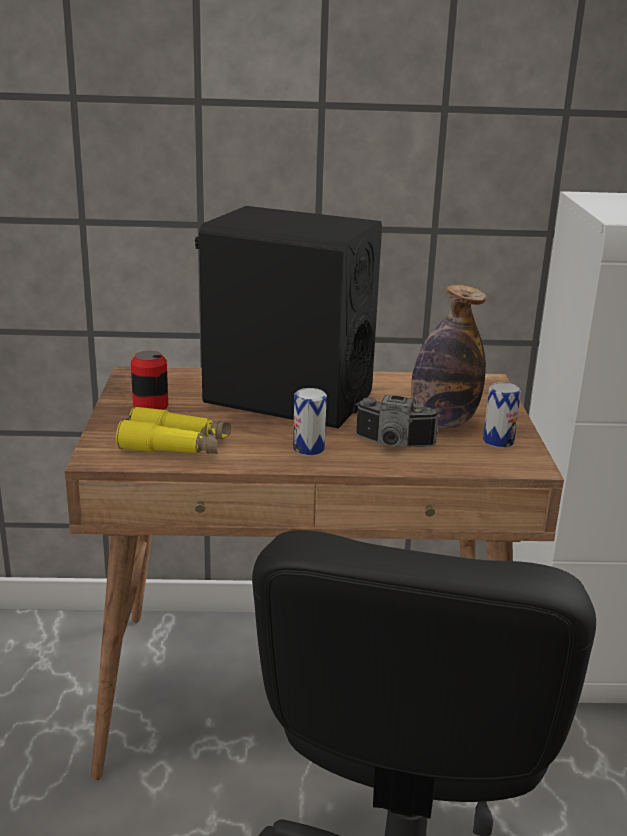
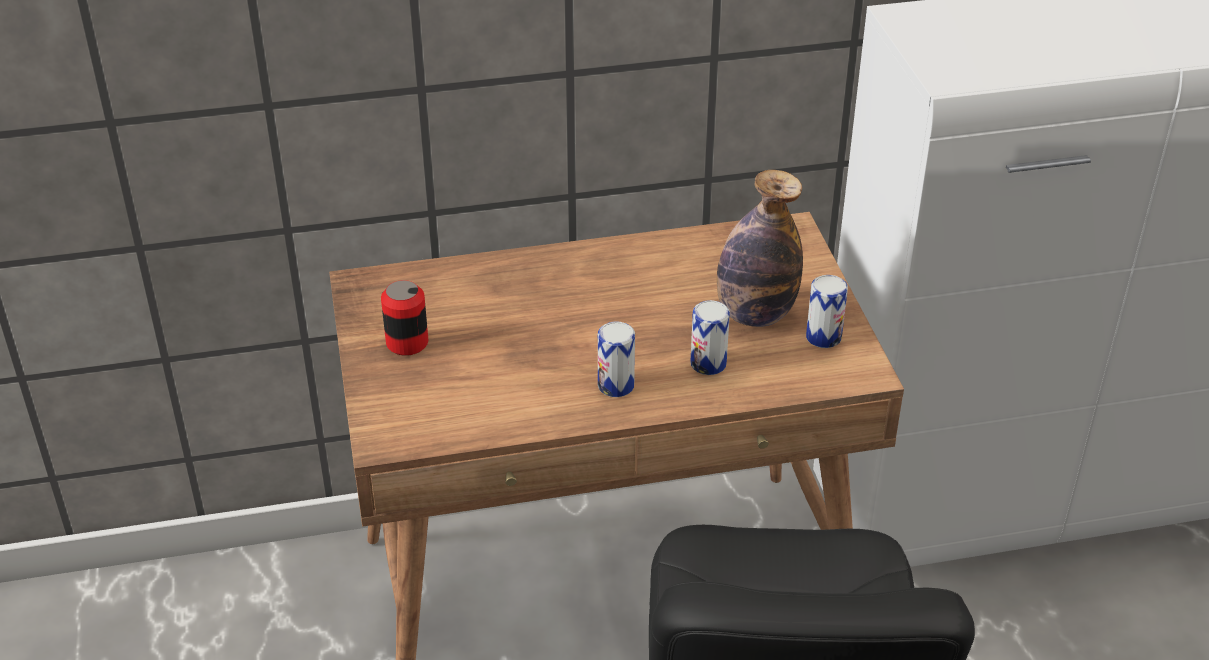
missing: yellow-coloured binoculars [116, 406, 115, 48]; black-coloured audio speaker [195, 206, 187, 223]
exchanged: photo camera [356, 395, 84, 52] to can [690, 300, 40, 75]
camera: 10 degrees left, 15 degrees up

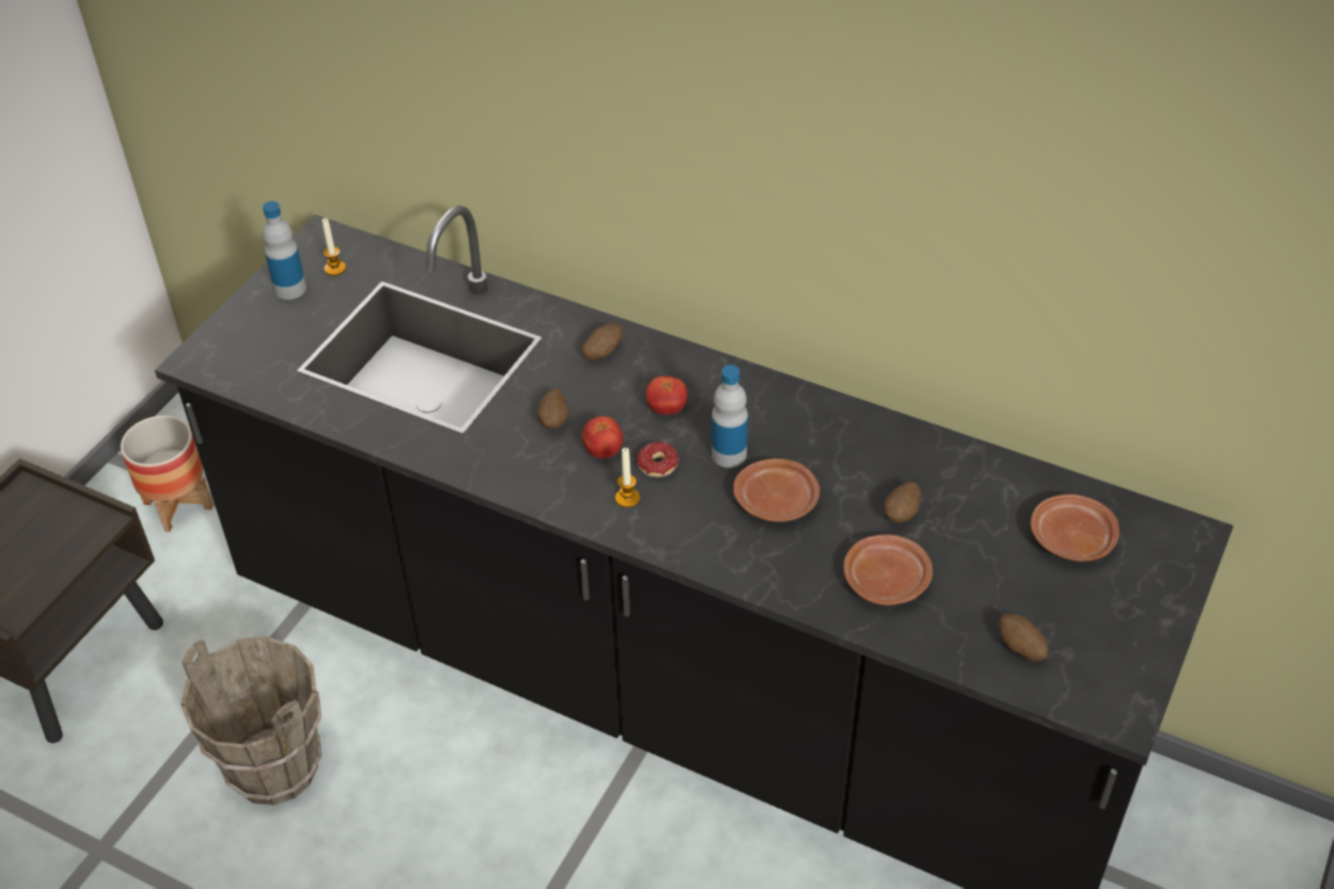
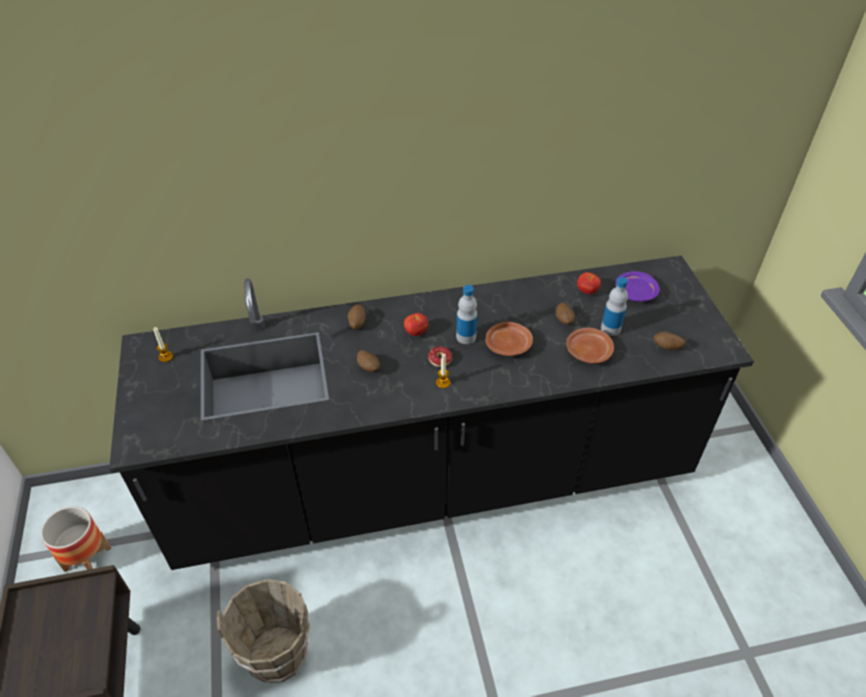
relocated: beverage bottle [262, 201, 44, 99] to [601, 277, 27, 59]; whole tomato [582, 416, 41, 43] to [577, 272, 24, 22]
colour: brown-coloured flat dish [1030, 494, 89, 68] to purplish flat dish [615, 271, 45, 31]
camera: 40 degrees left, 0 degrees up

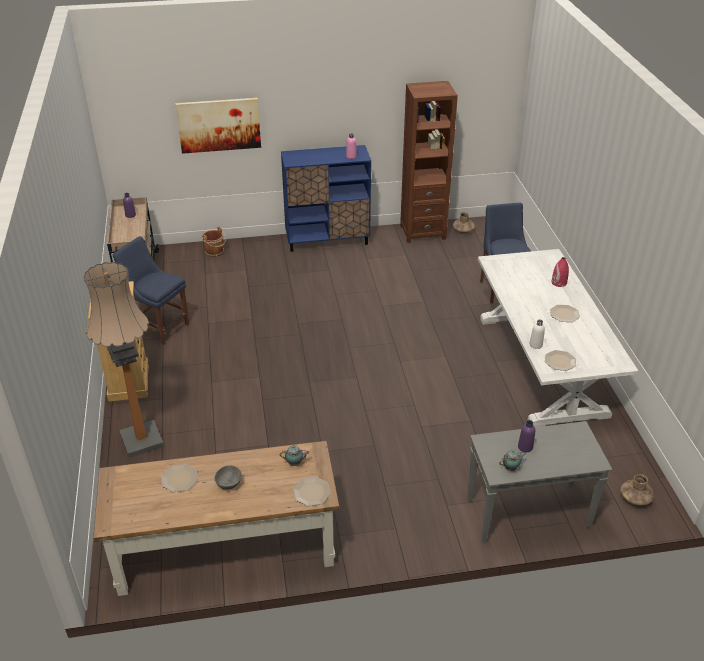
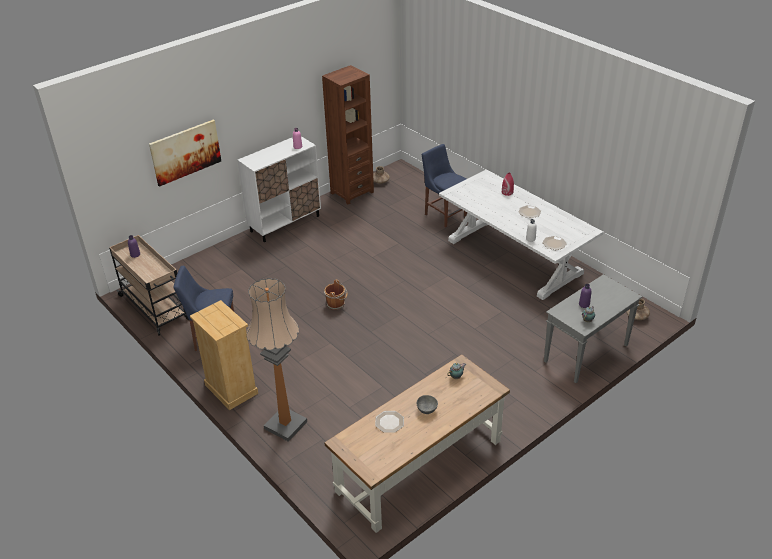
missing: flat dish [293, 477, 38, 29]
relocated: brown-coloured bucket [202, 227, 24, 30] to [324, 280, 24, 30]
colour: blue-coloured cupboard [281, 145, 90, 107] to white cupboard [237, 136, 84, 106]
camera: 30 degrees left, 0 degrees up

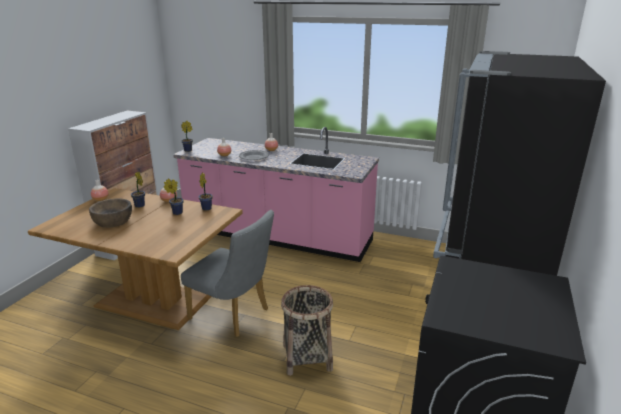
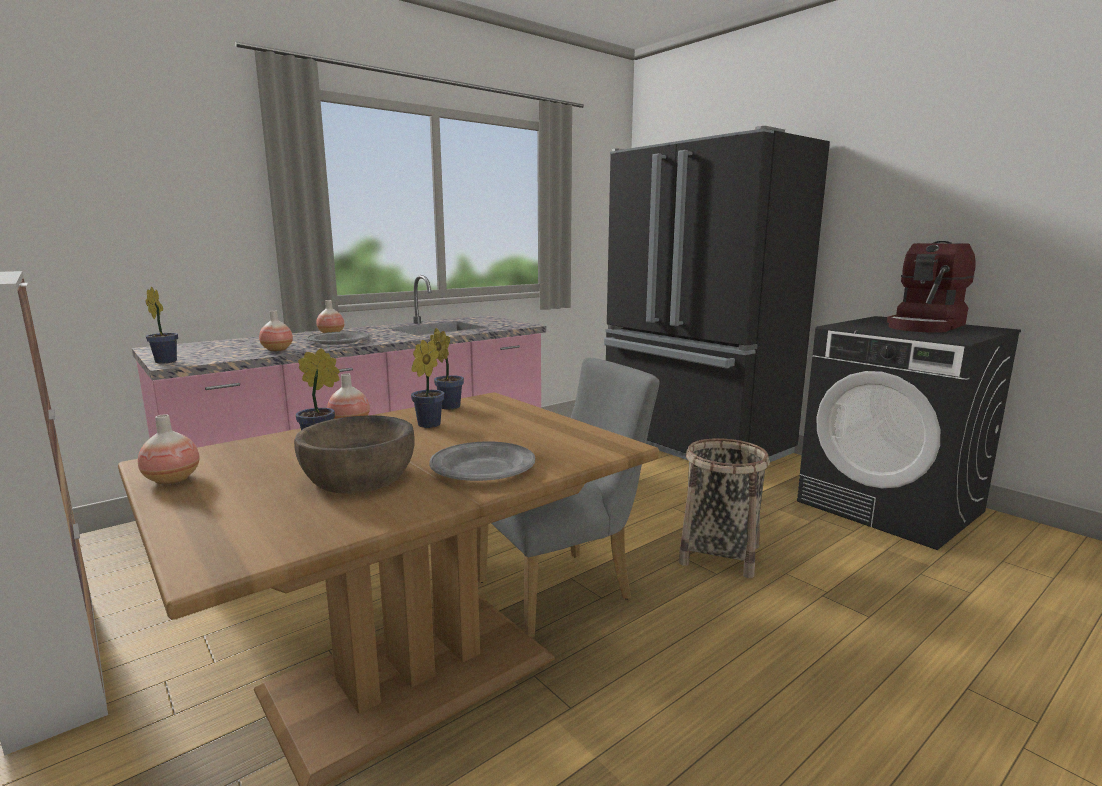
appeared: gray flat dish [429, 441, 106, 40]; coffee machine [887, 241, 89, 92]
camera: 60 degrees left, 10 degrees down

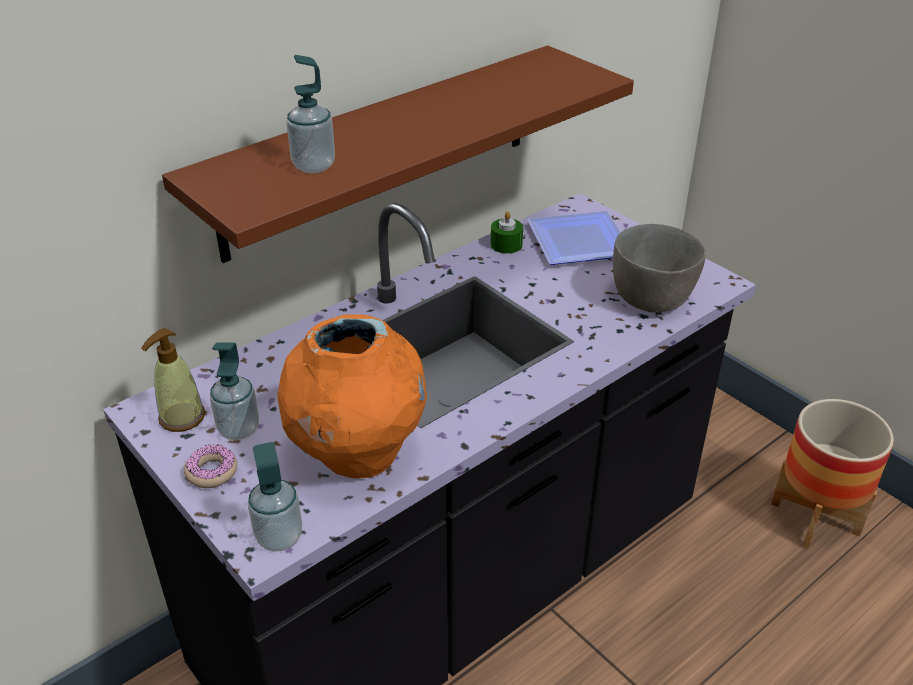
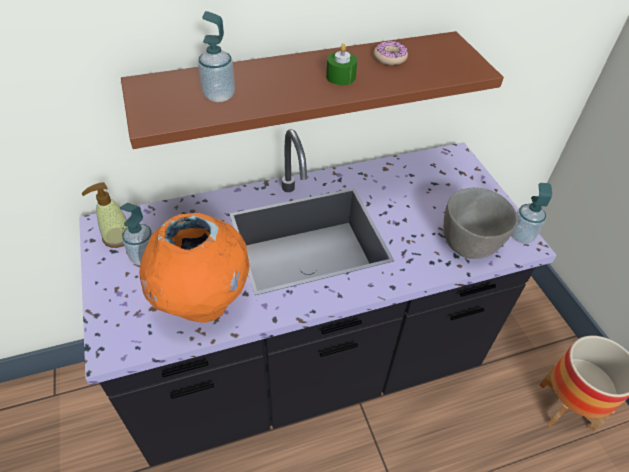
missing: flat dish [528, 211, 93, 54]
relocated: ring doughnut [184, 444, 53, 44] to [374, 41, 34, 24]; soap bottle [248, 442, 54, 110] to [511, 183, 41, 61]; green-coloured wax light [491, 211, 32, 43] to [326, 44, 31, 41]
camera: 20 degrees right, 10 degrees up

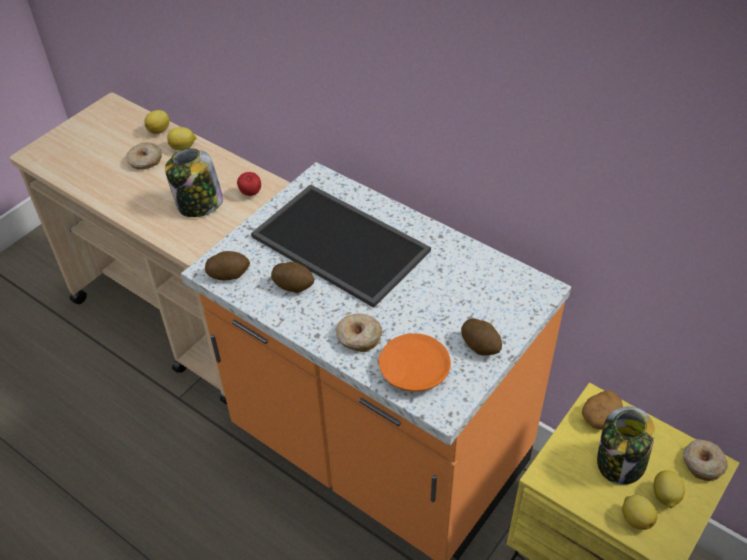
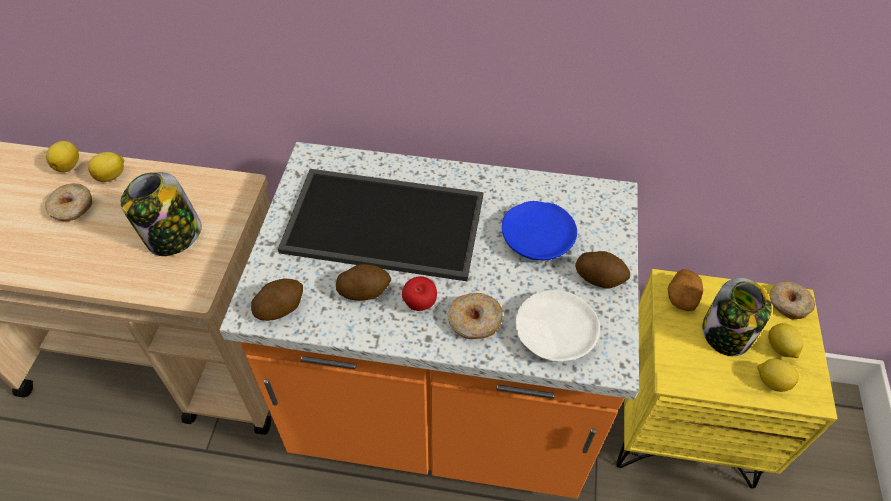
appeared: blue-coloured flat dish [502, 201, 75, 59]
relocated: apple [237, 172, 24, 24] to [402, 276, 35, 35]
colour: orange-coloured flat dish [379, 333, 72, 59] to white flat dish [516, 290, 84, 72]
camera: 30 degrees left, 5 degrees up

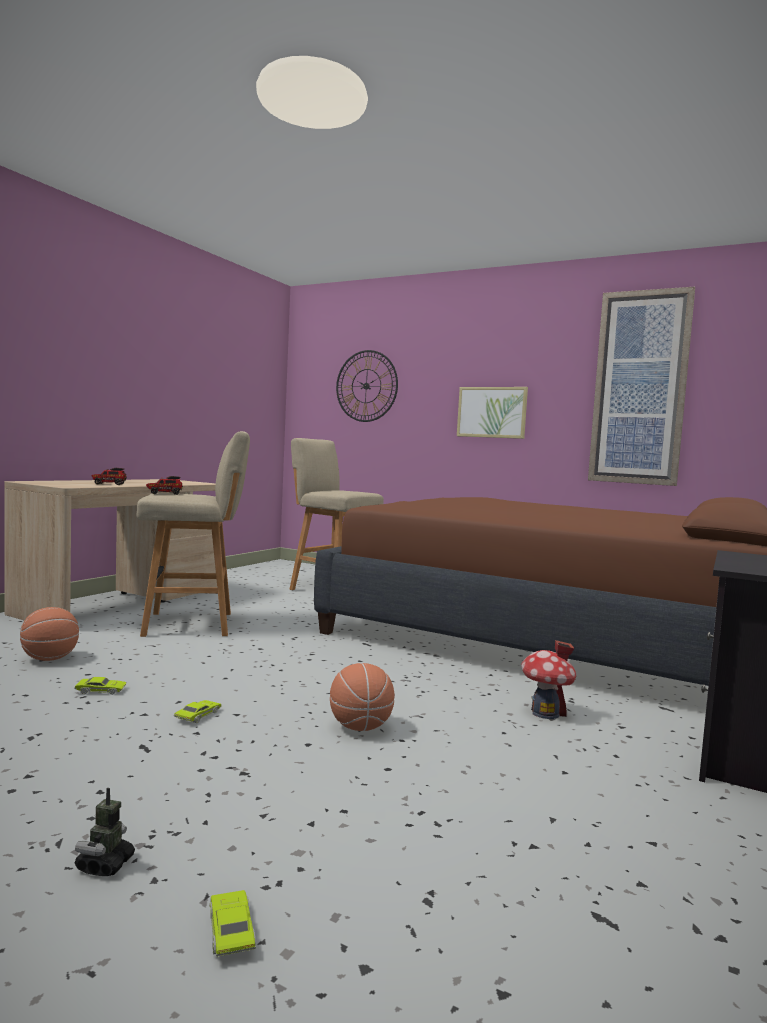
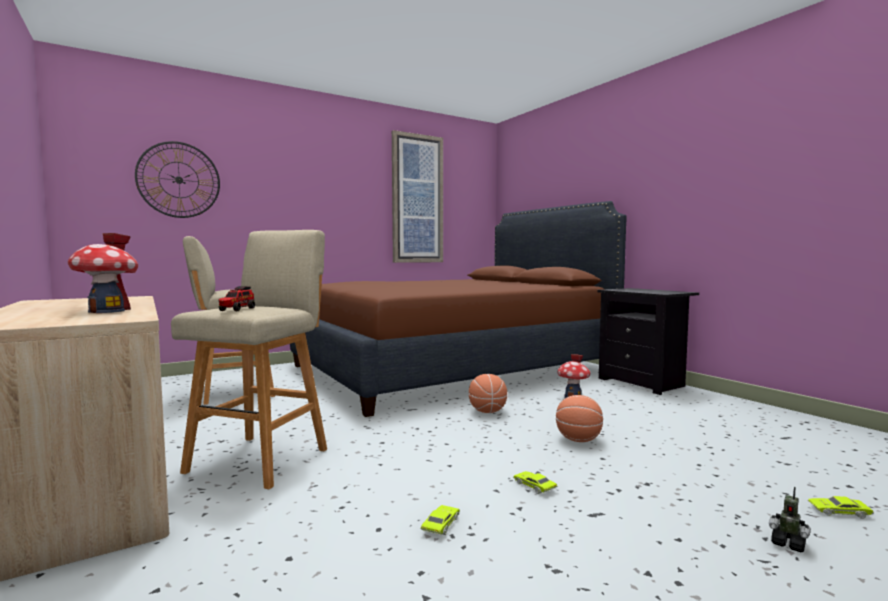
missing: picture [457, 387, 71, 52]
relocated: basketball ball [20, 607, 59, 54] to [469, 374, 38, 39]
exchanged: toy lorry [91, 468, 36, 17] to toy house [68, 233, 70, 80]
camera: 60 degrees left, 0 degrees up

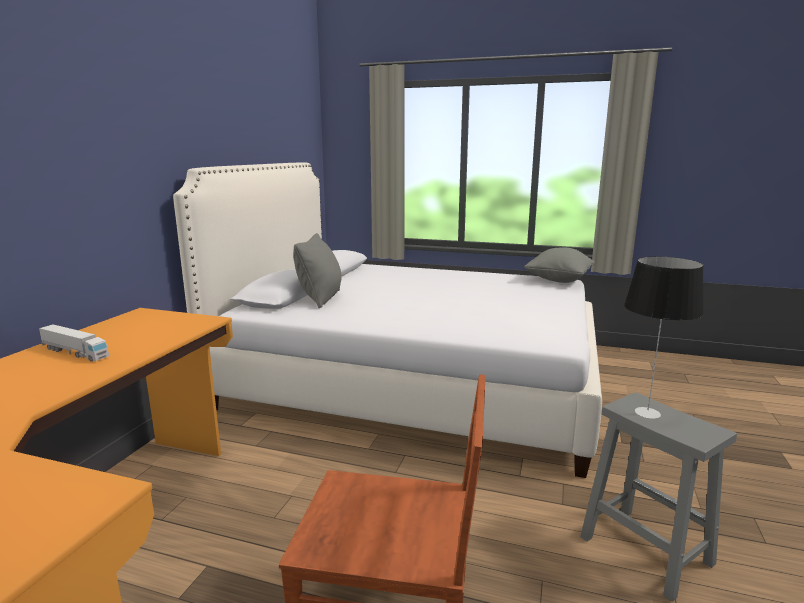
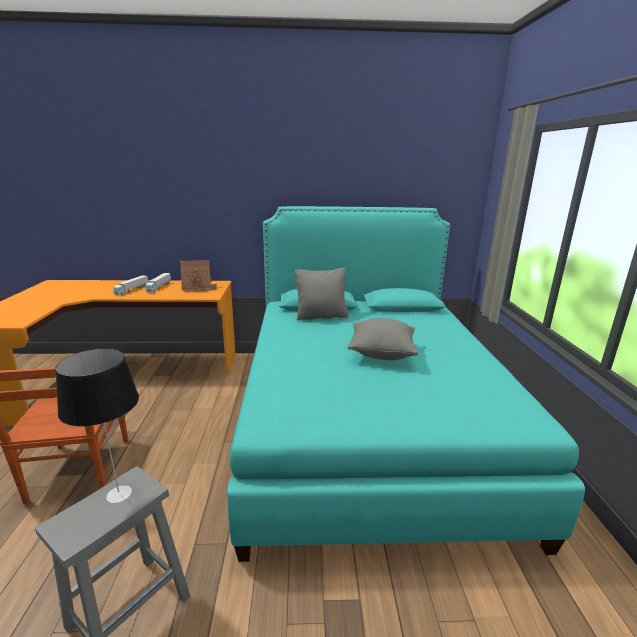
appeared: toy lorry [113, 275, 35, 21]; toy house [180, 260, 37, 32]
relocated: gray cushion [524, 247, 71, 36] to [348, 318, 70, 42]
colour: white sleeping bed [173, 162, 429, 316] to turquoise-coloured sleeping bed [227, 206, 358, 356]
camera: 70 degrees right, 5 degrees up

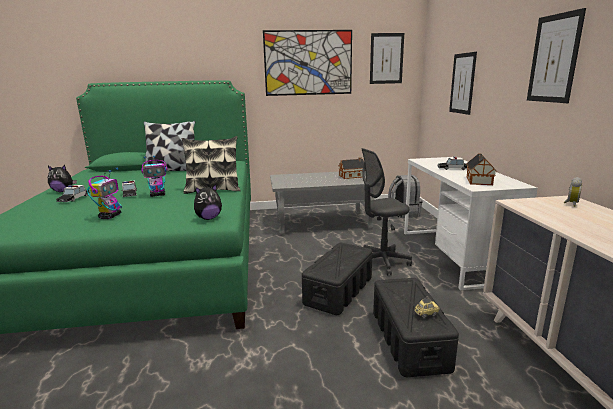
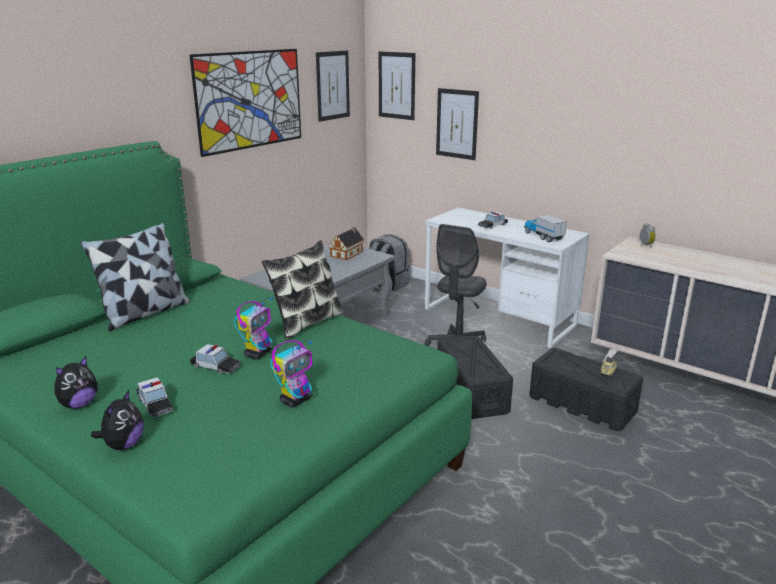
relocated: plush toy [194, 184, 28, 36] to [91, 390, 53, 60]; picture [527, 8, 59, 95] to [379, 51, 36, 69]
exchanged: toy house [466, 153, 30, 32] to toy lorry [524, 215, 43, 27]
spun: model robot [87, 168, 35, 51] = [271, 340, 41, 68] 75 degrees clockwise
camera: 45 degrees left, 5 degrees up

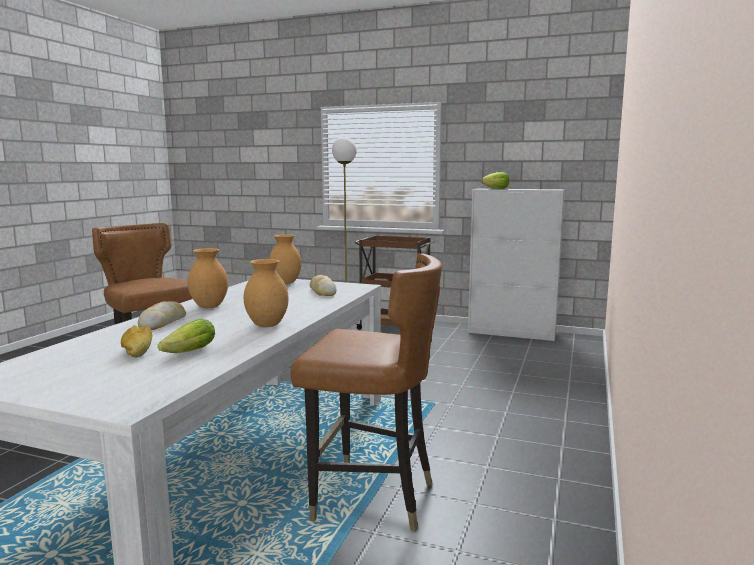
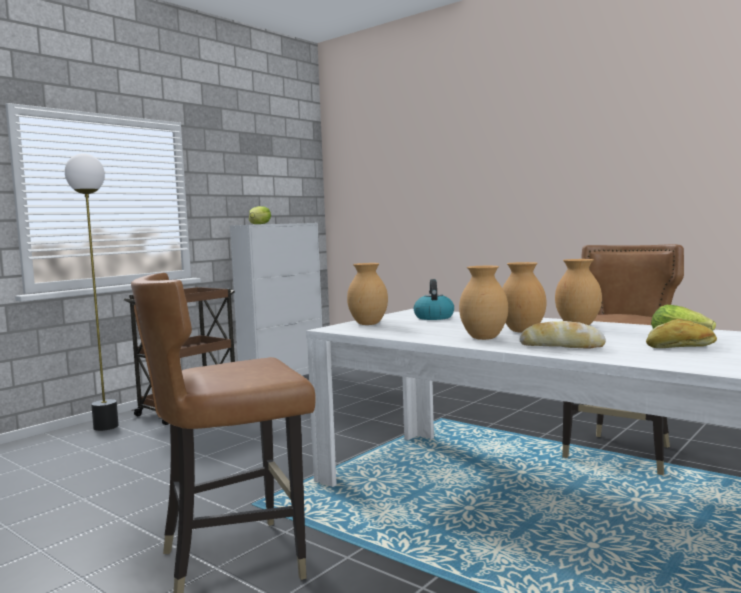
appeared: brown-coloured vase [502, 262, 44, 71]
exchanged: bread [310, 275, 27, 21] to kettle [414, 279, 40, 41]
camera: 70 degrees left, 5 degrees down

